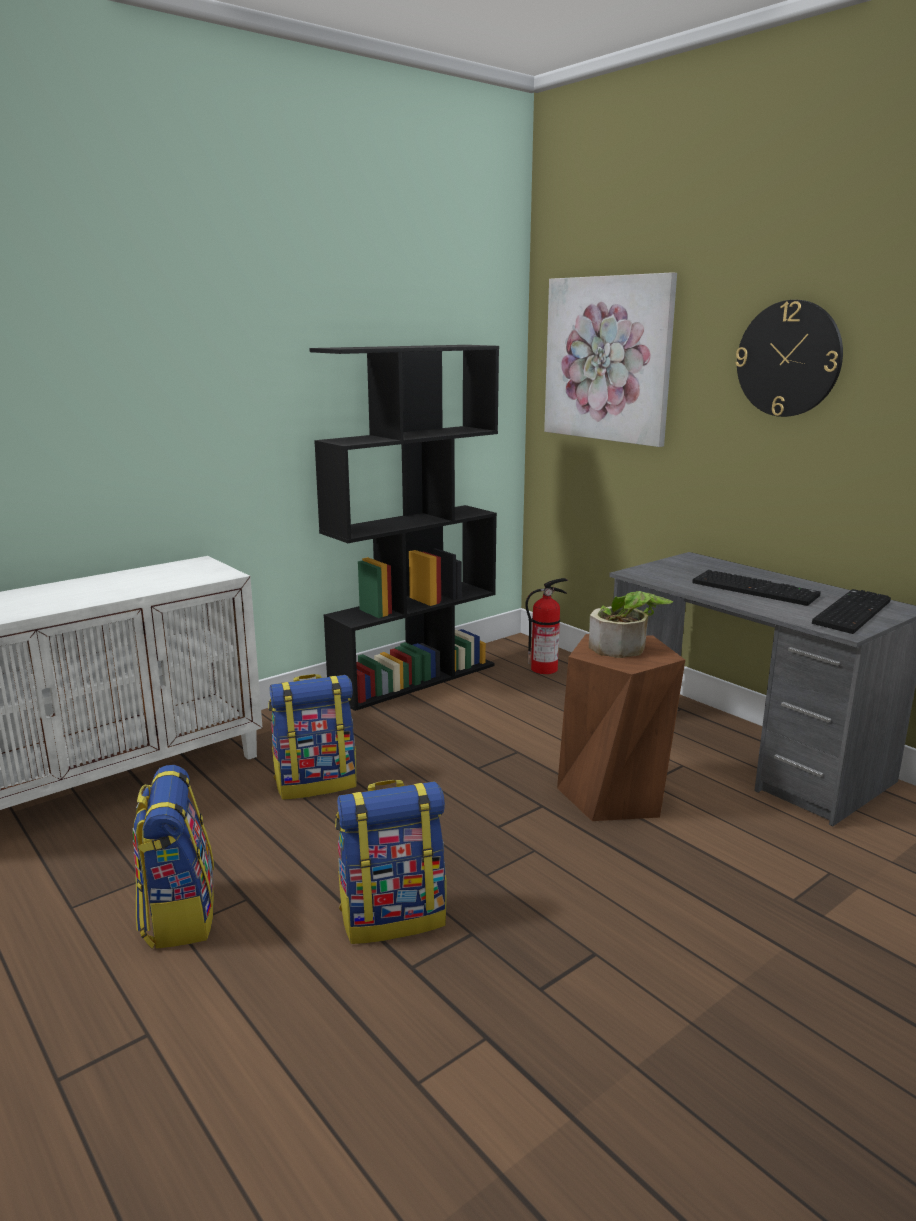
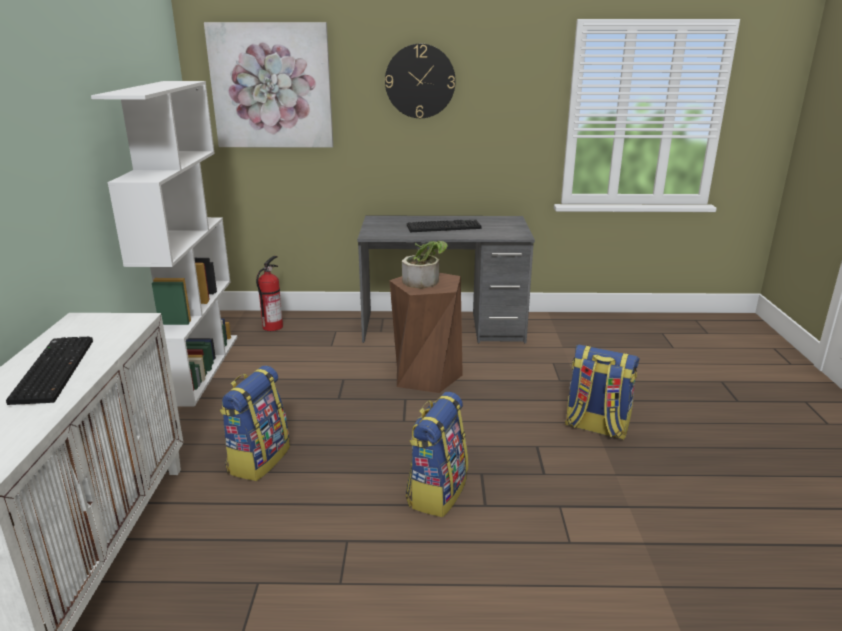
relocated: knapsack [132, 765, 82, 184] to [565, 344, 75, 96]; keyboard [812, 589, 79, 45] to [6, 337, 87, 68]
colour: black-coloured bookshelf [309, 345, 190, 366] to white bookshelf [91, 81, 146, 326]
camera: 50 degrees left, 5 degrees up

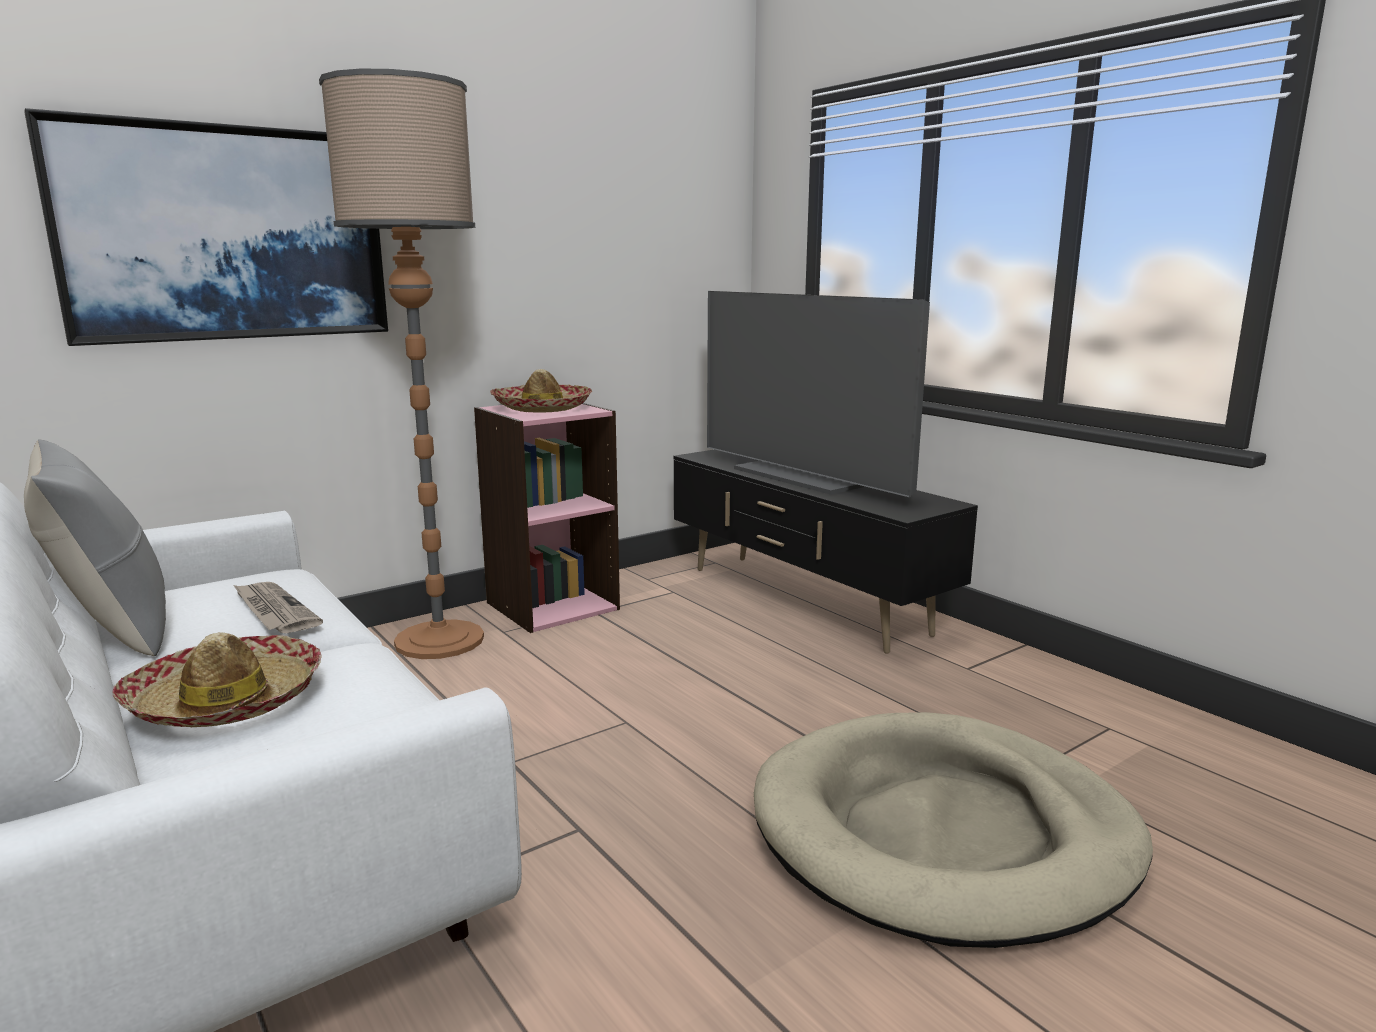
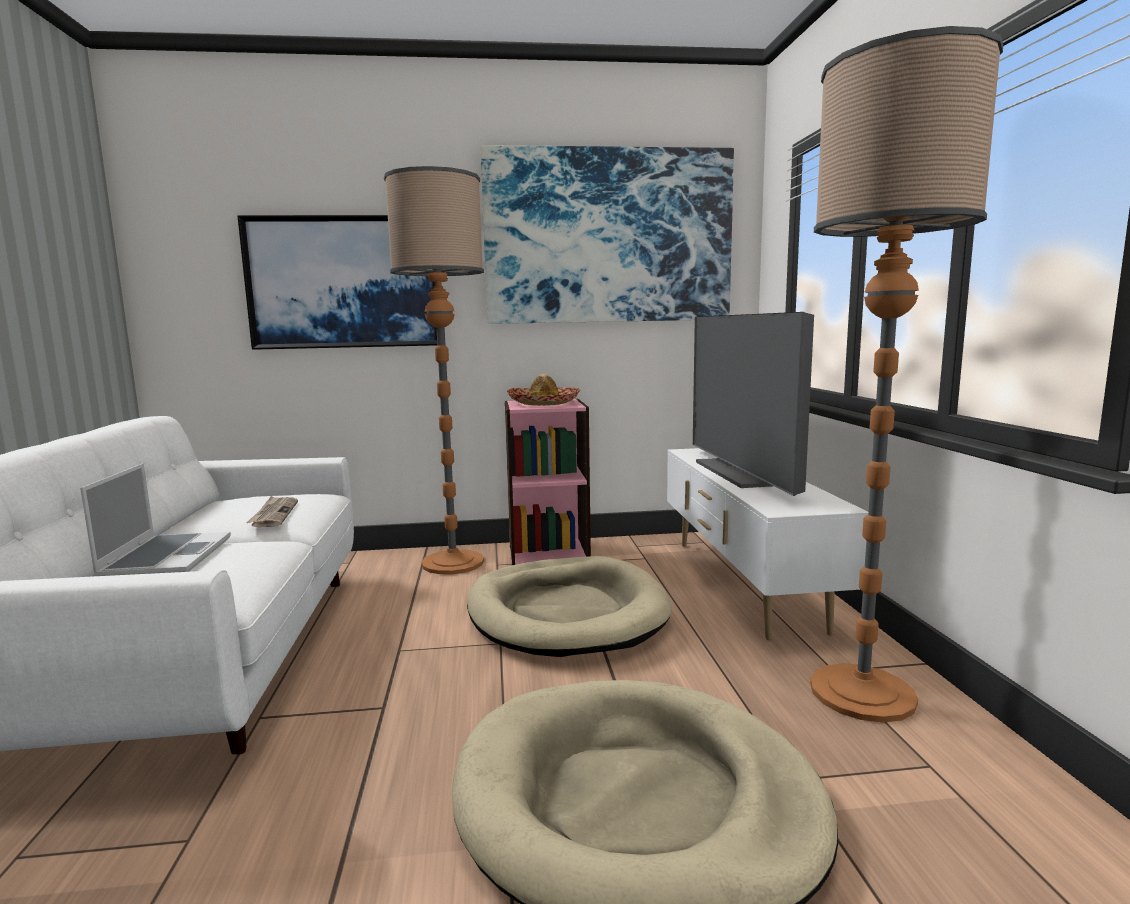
missing: gray cushion [24, 439, 142, 217]
appeared: beige-coloured dog bed [467, 556, 205, 101]; picture [480, 145, 254, 179]; standard lamp [810, 26, 193, 697]
exchanged: wearable hat [113, 632, 209, 95] to notebook computer [80, 463, 151, 113]
colour: black-coloured tv unit [674, 450, 304, 204] to white tv unit [667, 448, 201, 192]
camera: 30 degrees right, 5 degrees down

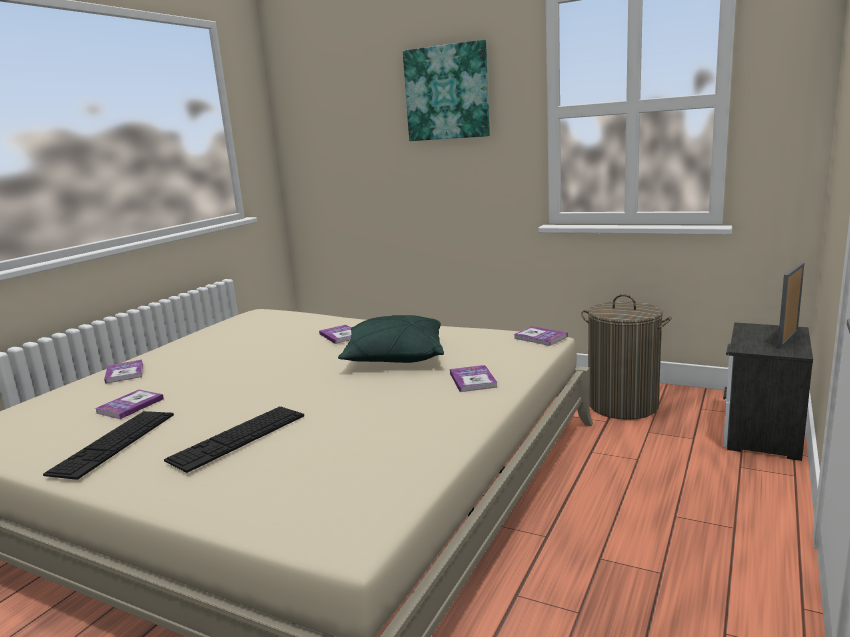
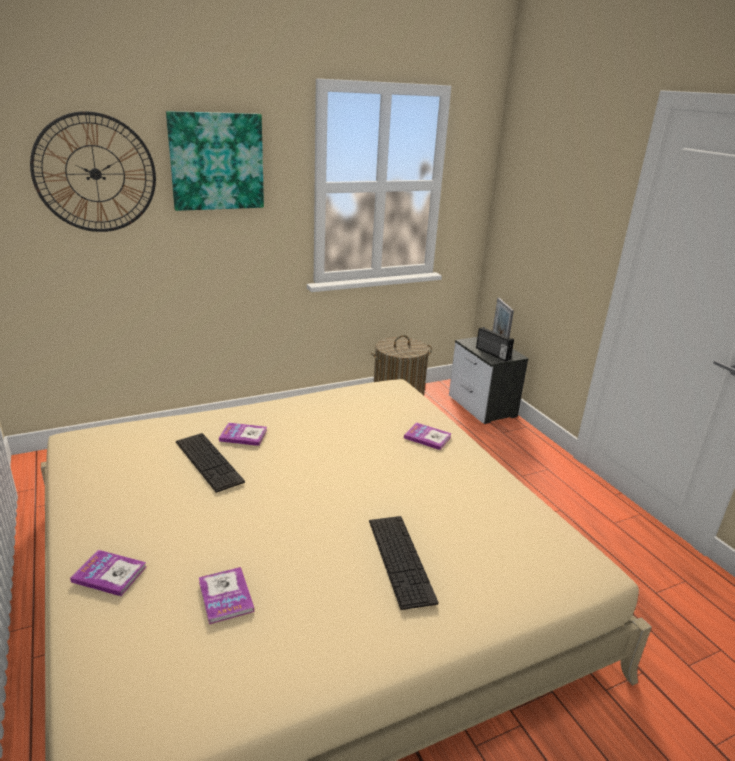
missing: green-coloured cushion [338, 315, 106, 48]; volume [514, 326, 54, 20]
appeared: clock on the wall [30, 111, 126, 121]; radio receiver [476, 327, 38, 34]
relocated: keyboard [43, 411, 131, 69] to [176, 433, 69, 60]
camera: 55 degrees left, 10 degrees up

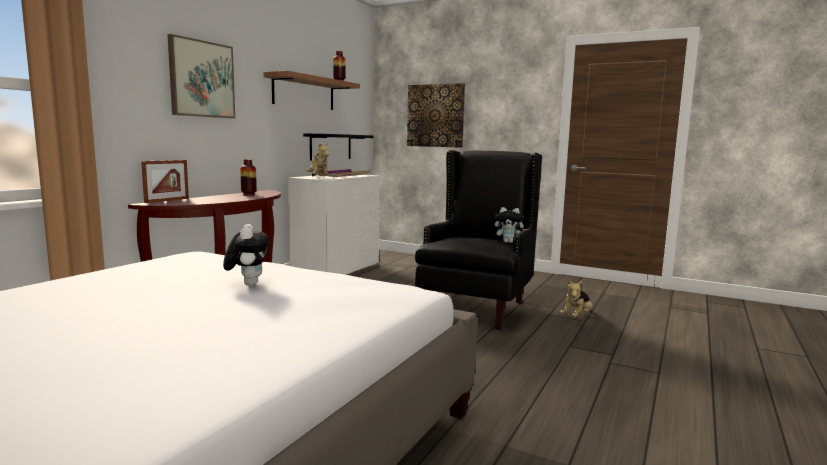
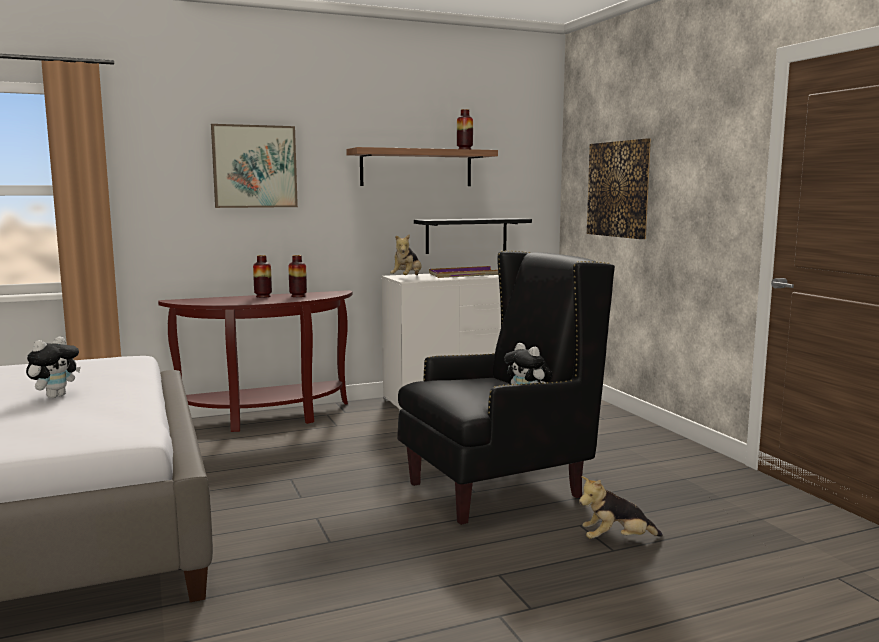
missing: photo frame [141, 160, 48, 43]
appeared: vase [253, 255, 19, 43]
camera: 40 degrees right, 0 degrees up

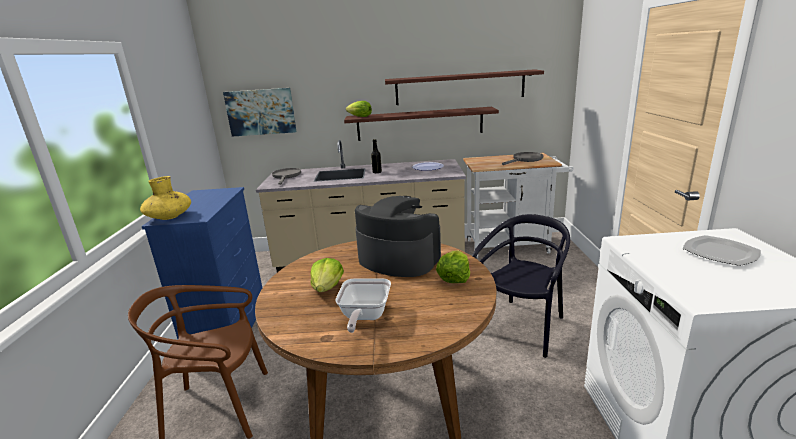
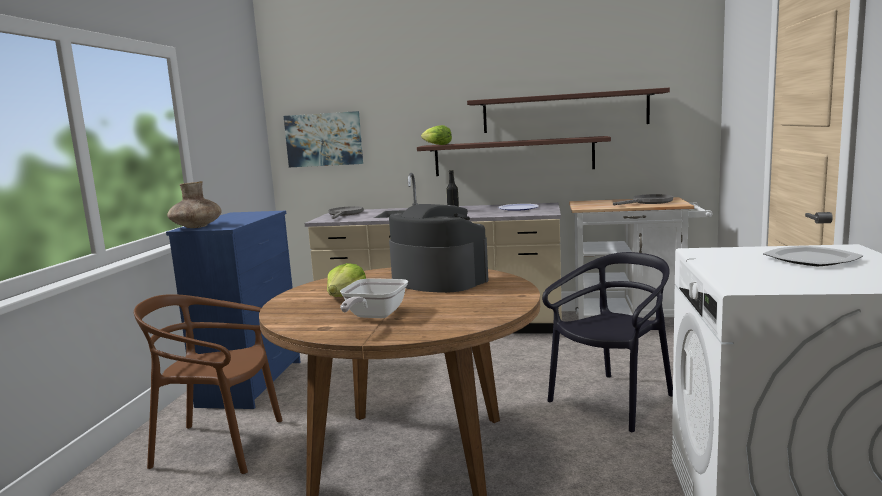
missing: head of lettuce [436, 250, 34, 33]
colour: yellow-coloured vase [140, 176, 51, 44] to brown-coloured vase [167, 181, 55, 47]
camera: 10 degrees right, 10 degrees down

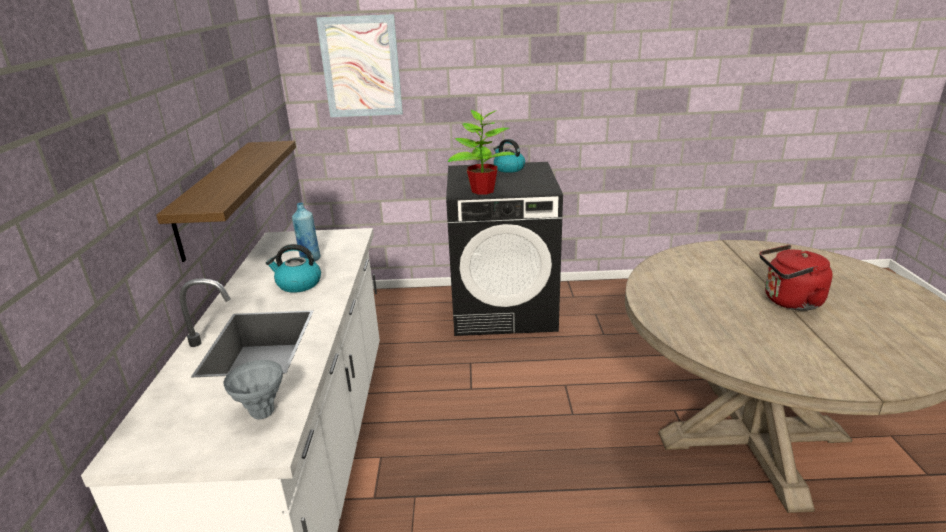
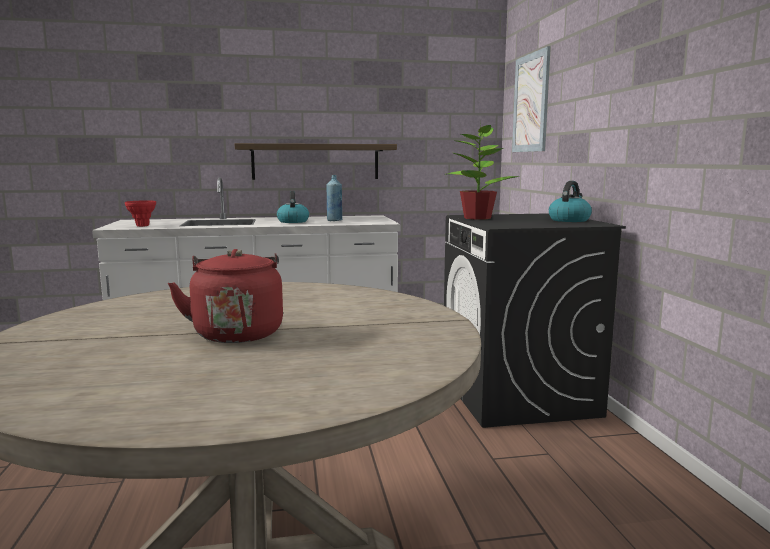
colour: gray vase [223, 360, 60, 59] to red vase [125, 201, 31, 26]
camera: 80 degrees right, 15 degrees down

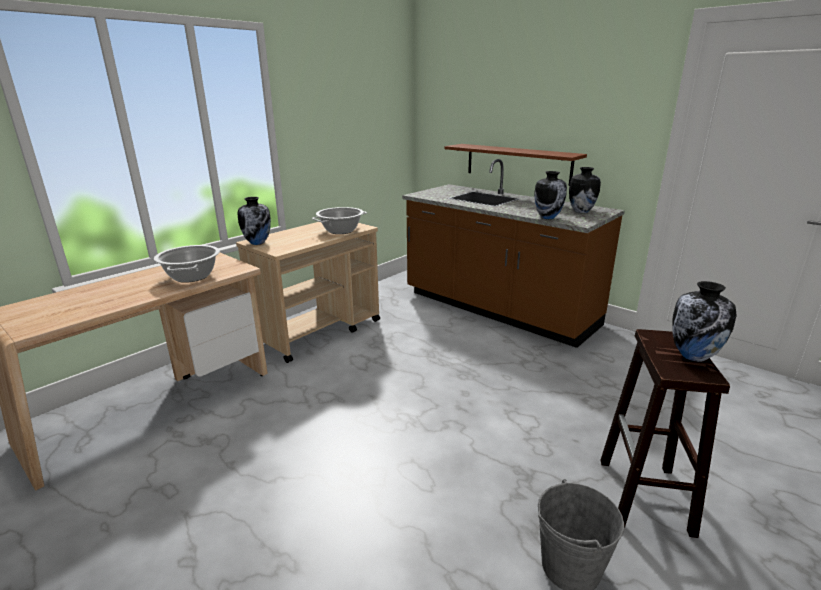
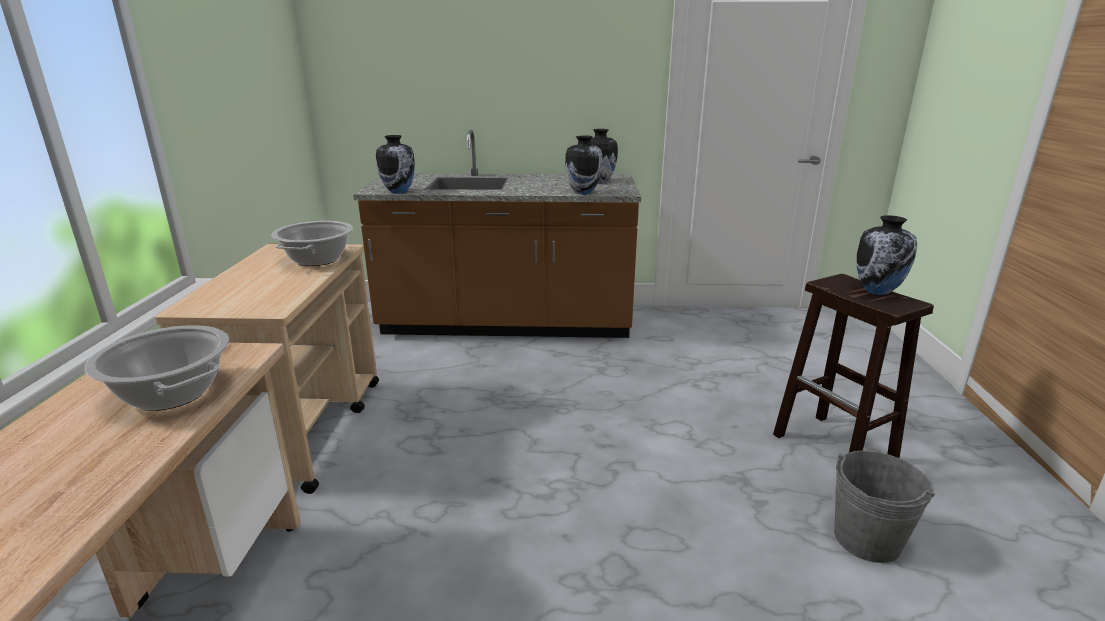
missing: brown-coloured shelf [445, 144, 142, 41]
relocated: vase [237, 197, 34, 48] to [376, 135, 39, 59]
camera: 40 degrees left, 0 degrees up

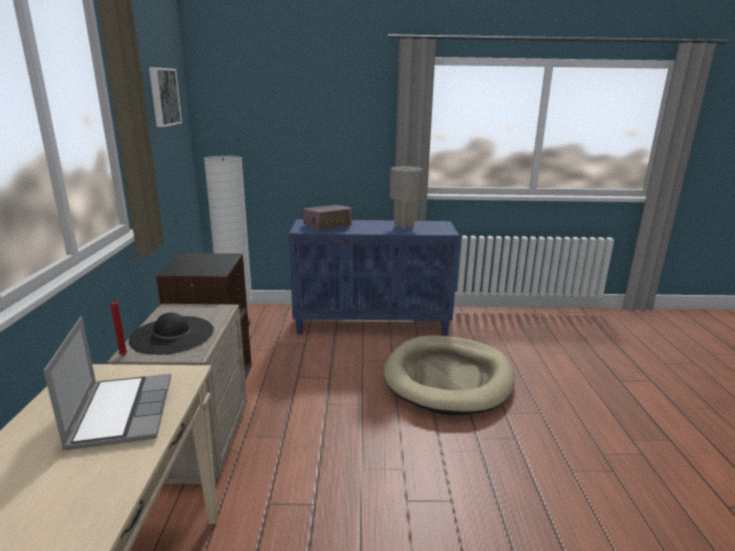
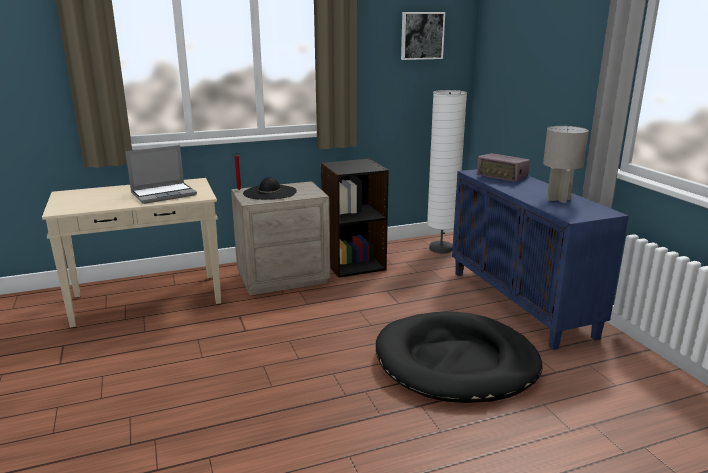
colour: beige-coloured dog bed [384, 335, 131, 80] to black-coloured dog bed [376, 312, 167, 91]
camera: 70 degrees right, 0 degrees up

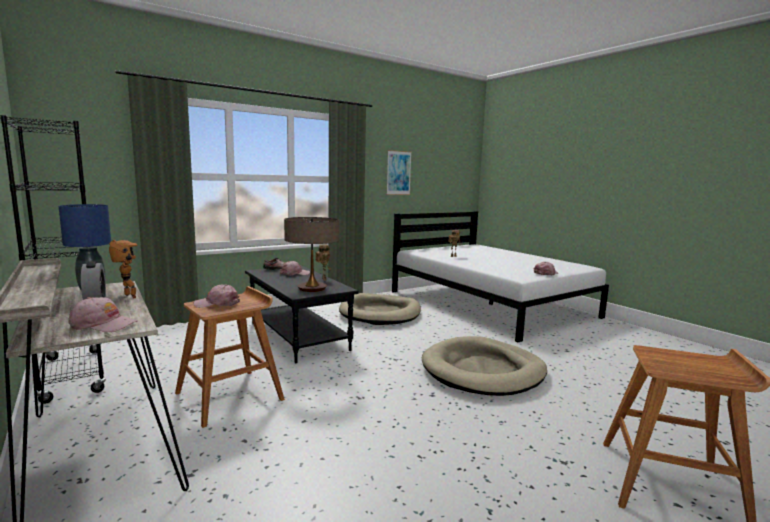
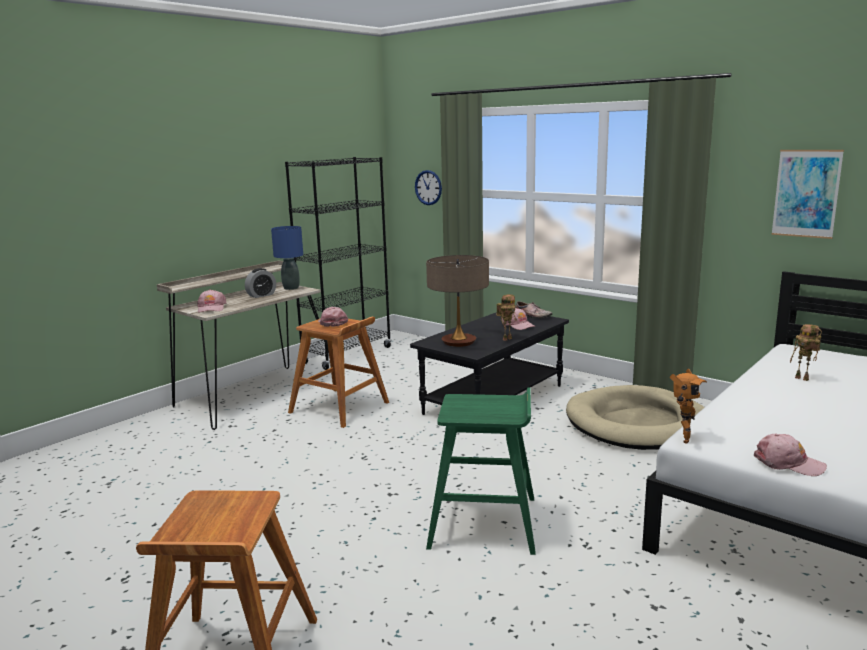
appeared: clock on the wall [415, 170, 27, 35]
relocated: model robot [109, 240, 29, 58] to [670, 369, 37, 75]
exchanged: beige-coloured dog bed [422, 336, 125, 60] to green-coloured sitting stool [426, 388, 110, 167]
camera: 75 degrees right, 5 degrees up

